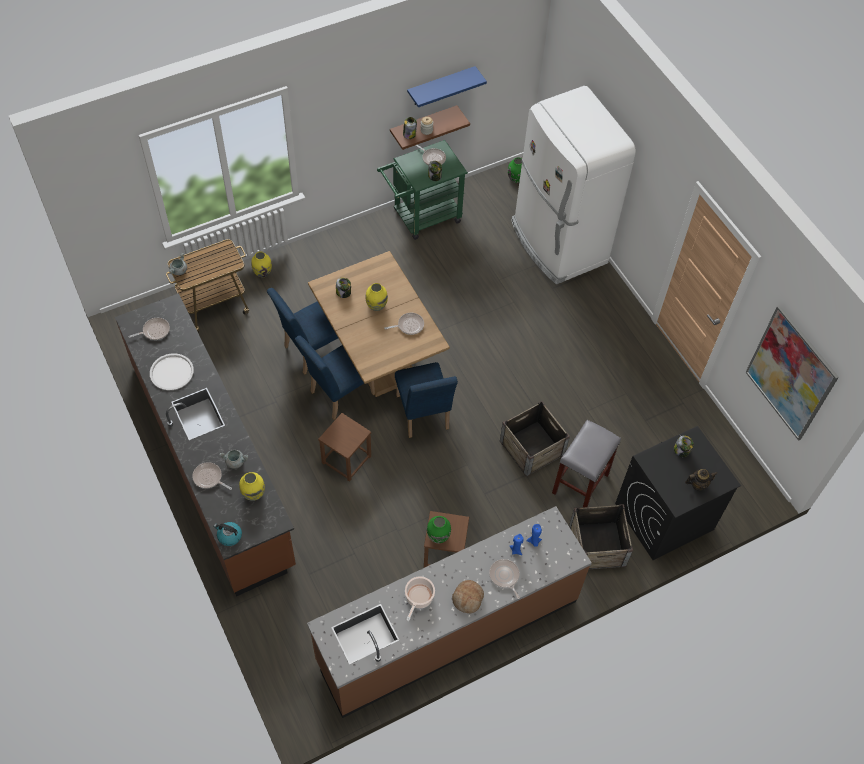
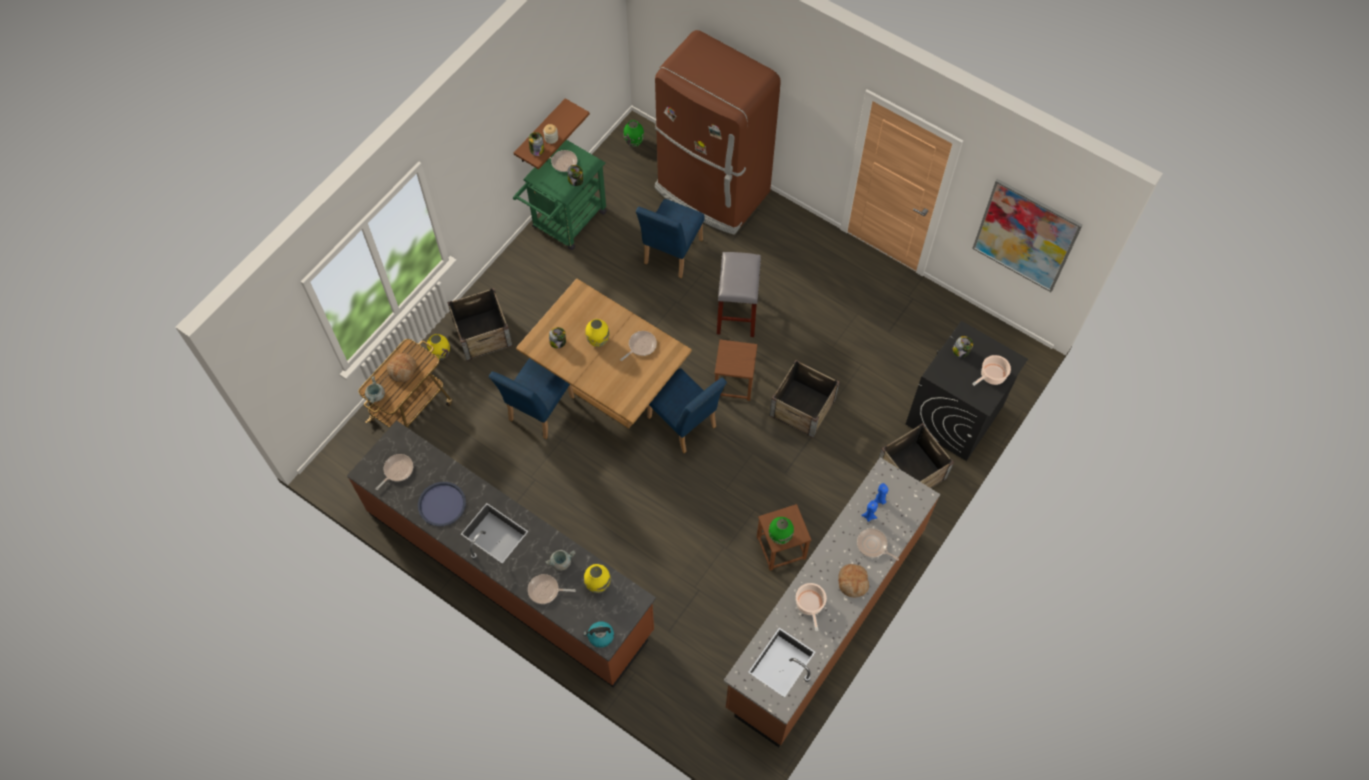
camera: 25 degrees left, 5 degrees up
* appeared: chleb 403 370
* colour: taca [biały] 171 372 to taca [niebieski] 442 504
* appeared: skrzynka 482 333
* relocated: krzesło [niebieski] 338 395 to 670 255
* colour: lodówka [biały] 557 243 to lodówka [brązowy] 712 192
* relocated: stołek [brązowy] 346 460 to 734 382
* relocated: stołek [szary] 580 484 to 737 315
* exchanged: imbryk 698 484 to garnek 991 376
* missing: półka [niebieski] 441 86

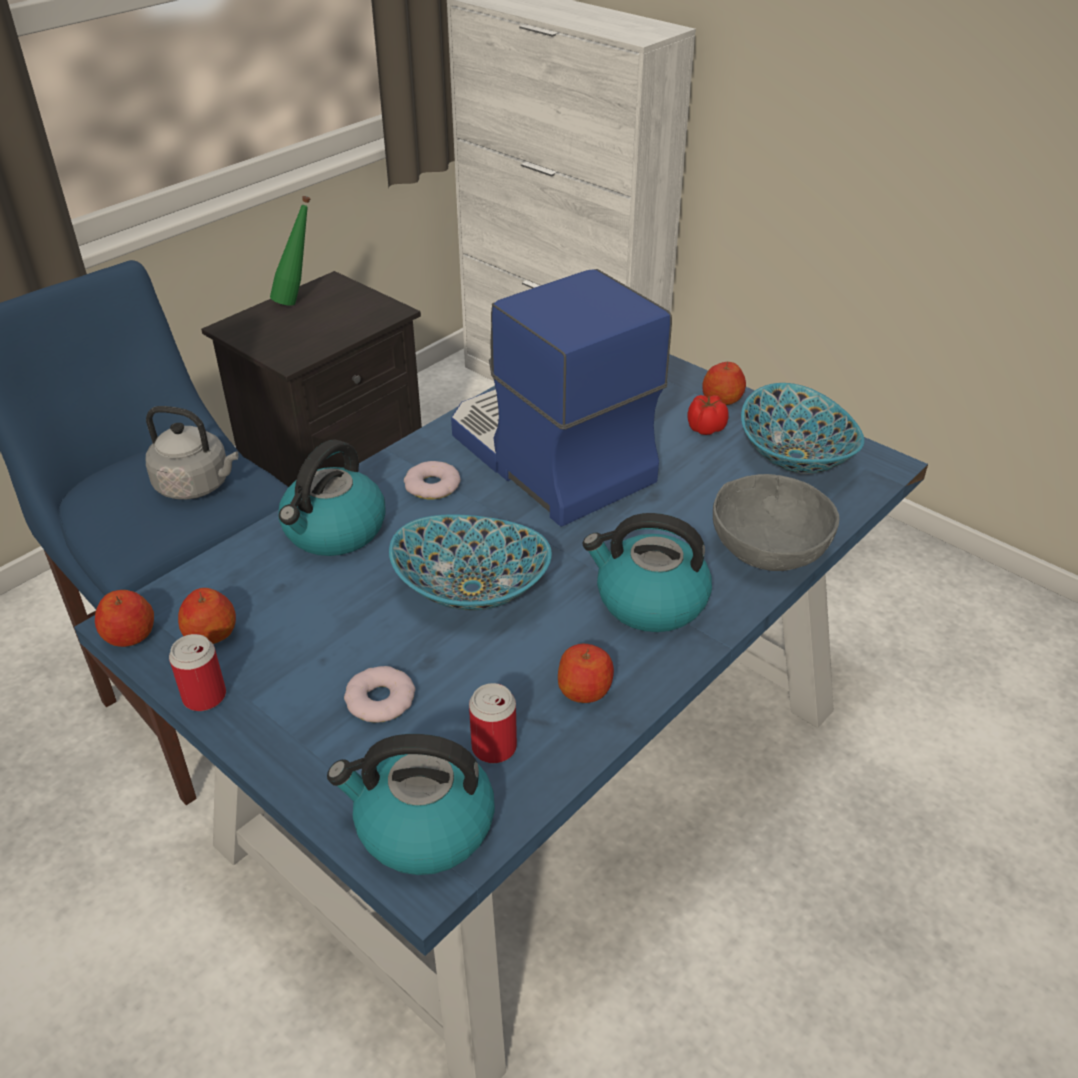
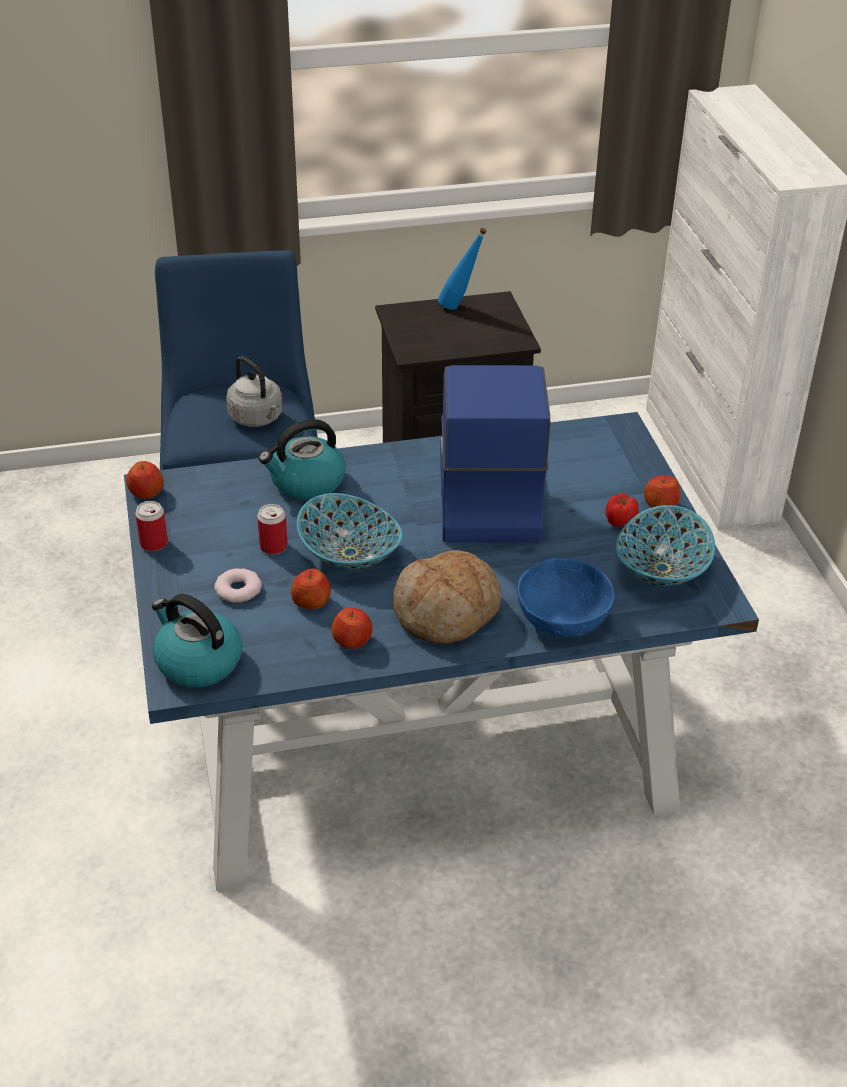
camera: 35 degrees right, 0 degrees up
* relocated: puszka 494 747 to 273 546
* relocated: jabłko 211 633 to 311 601
* exchanged: czajnik 649 601 to chleb 447 612
* colour: butelka [zielony] 298 300 to butelka [niebieski] 460 307
* colour: miska [szary] 768 549 to miska [niebieski] 563 619
* missing: donut 432 486

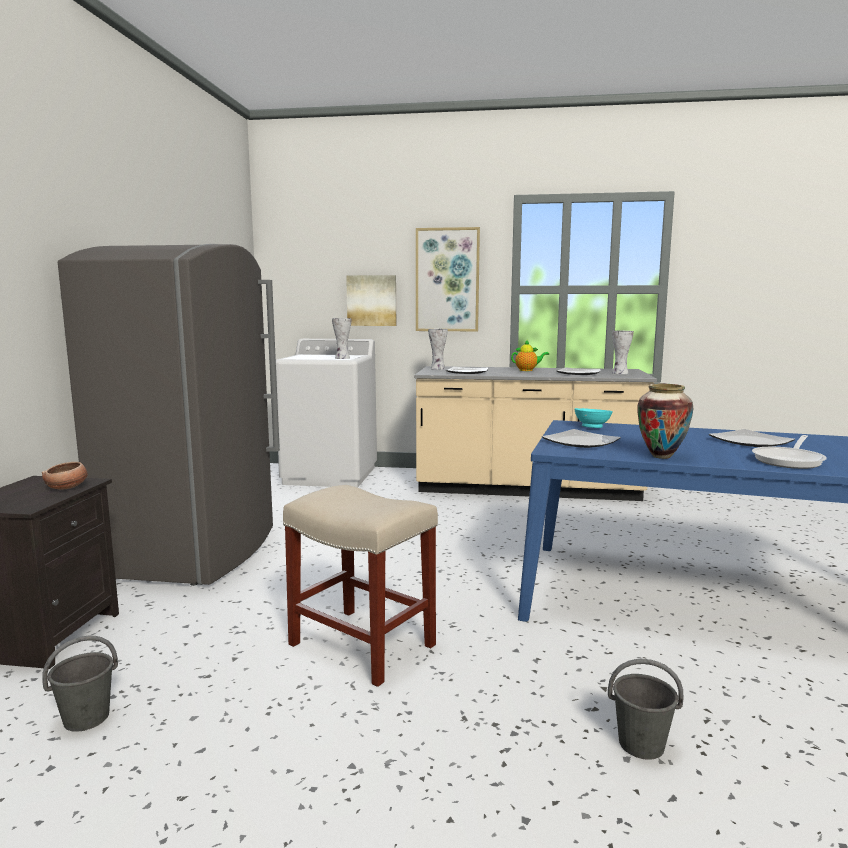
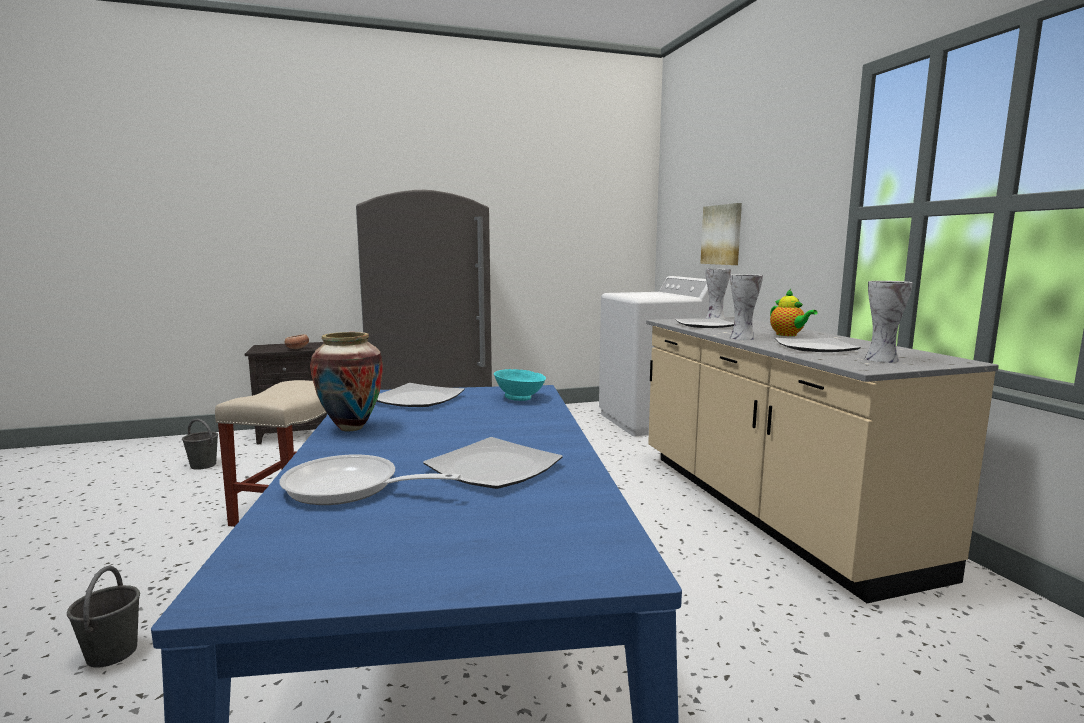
camera: 65 degrees right, 0 degrees up
* relocated: wazon 341 358 to 741 338
* missing: obraz 447 280

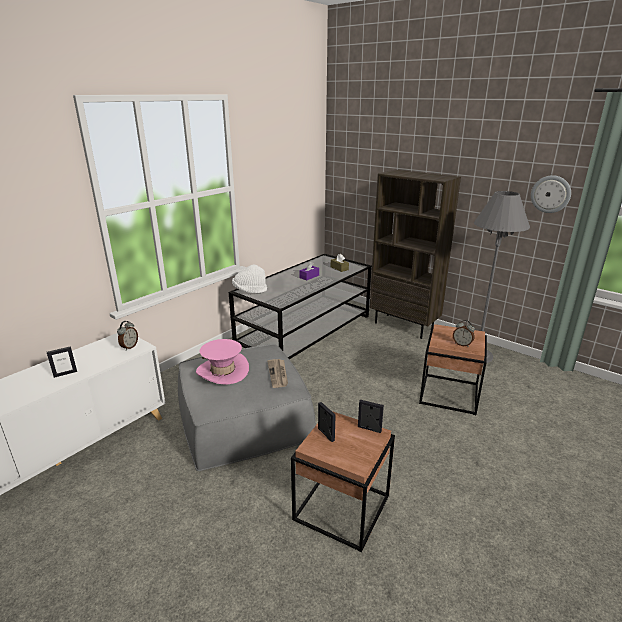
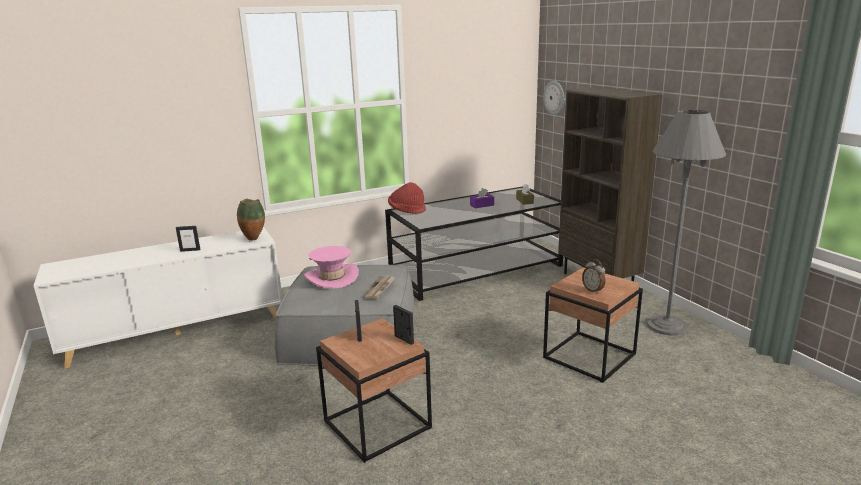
camera: 25 degrees right, 5 degrees down
* exchanged: budzik 129 347 to wazon 254 239
* colour: kapelusz [biały] 249 291 to kapelusz [czerwony] 406 211
* relocated: zegar ścienny 550 194 to 554 97

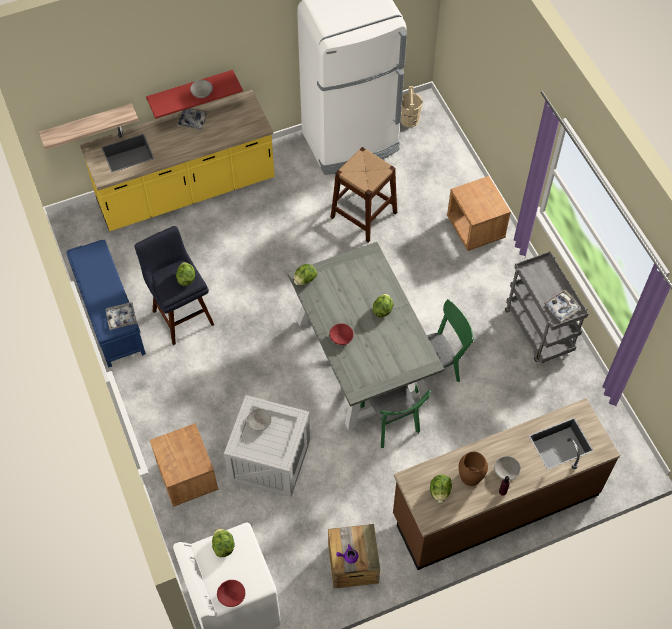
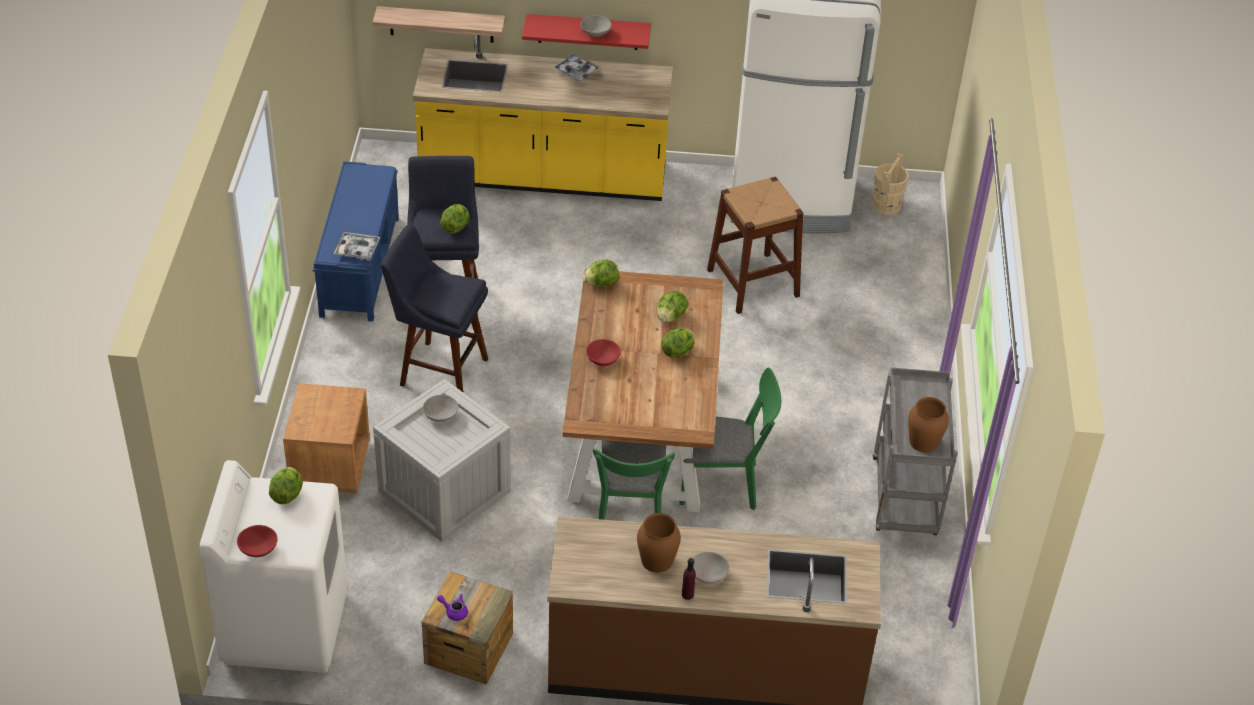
camera: 25 degrees right, 15 degrees down
* appeared: stołek [niebieski] 438 370
* colour: stół jadalny [szary] 361 358 to stół jadalny [brązowy] 640 432
* relocated: sałata 440 492 to 670 317
* exchanged: taca 561 307 to wazon [brązowy] 923 441
* missing: szafka nocna [brązowy] 475 228

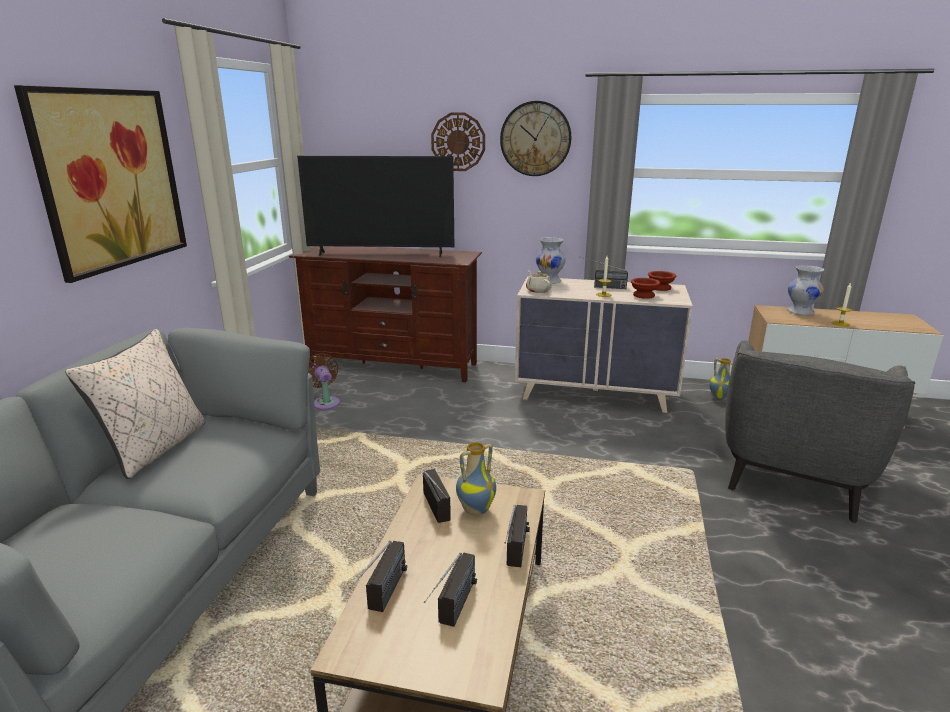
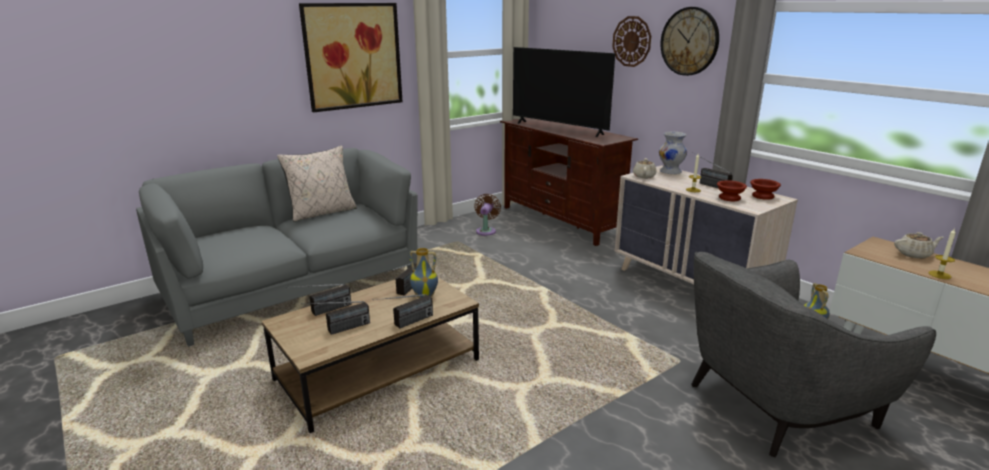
camera: 40 degrees right, 0 degrees up
* exchanged: wazon [biały] 801 312 to imbryk [beżowy] 914 254

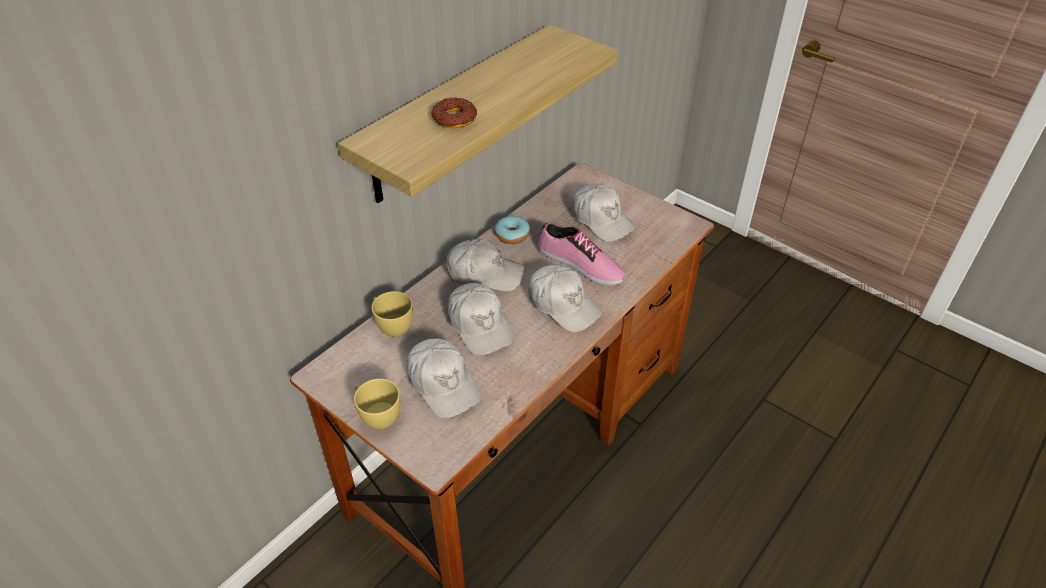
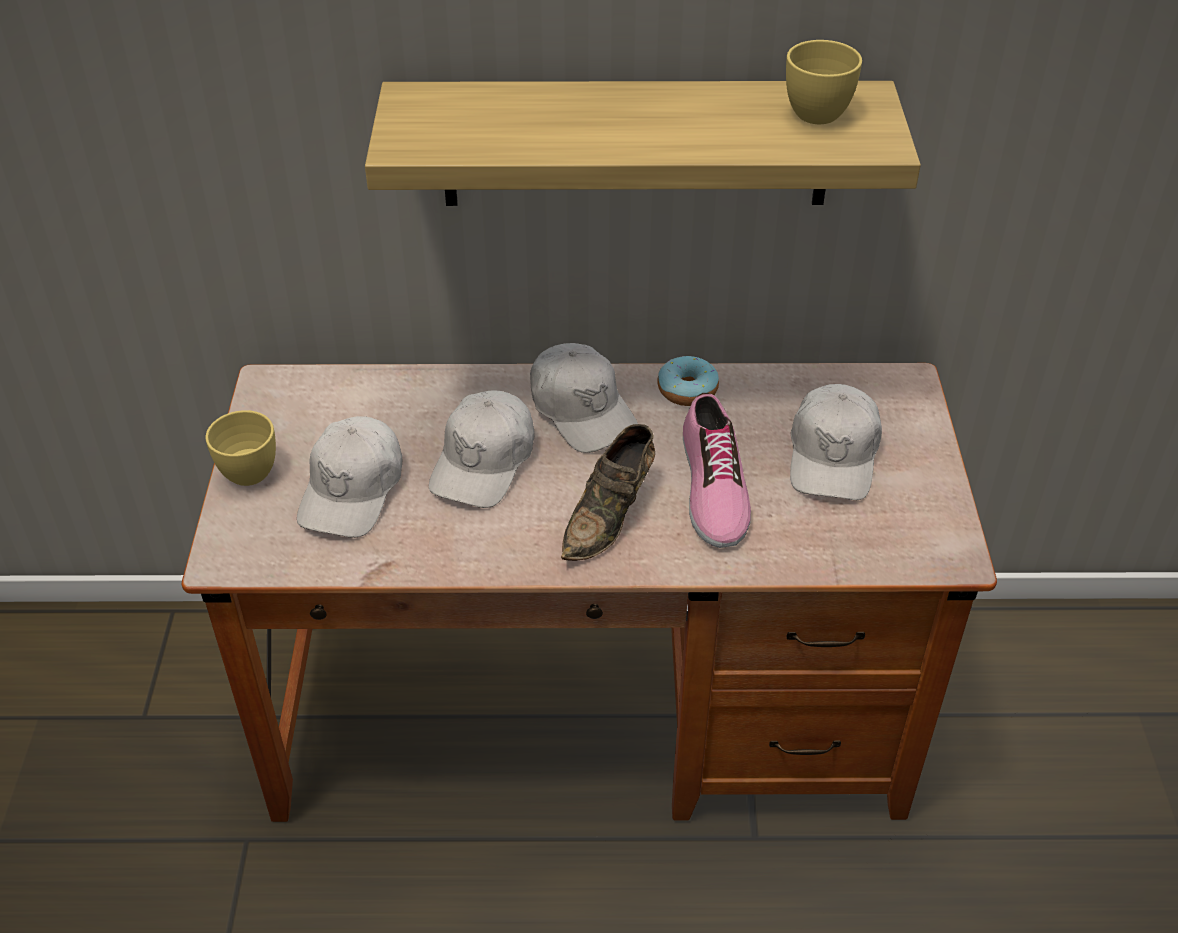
camera: 50 degrees right, 0 degrees up
* exchanged: czapka z daszkiem [biały] 563 305 to but [brązowy] 610 516
* relocated: filiżanka [żółty] 392 326 to 816 109
* missing: donut 454 118

